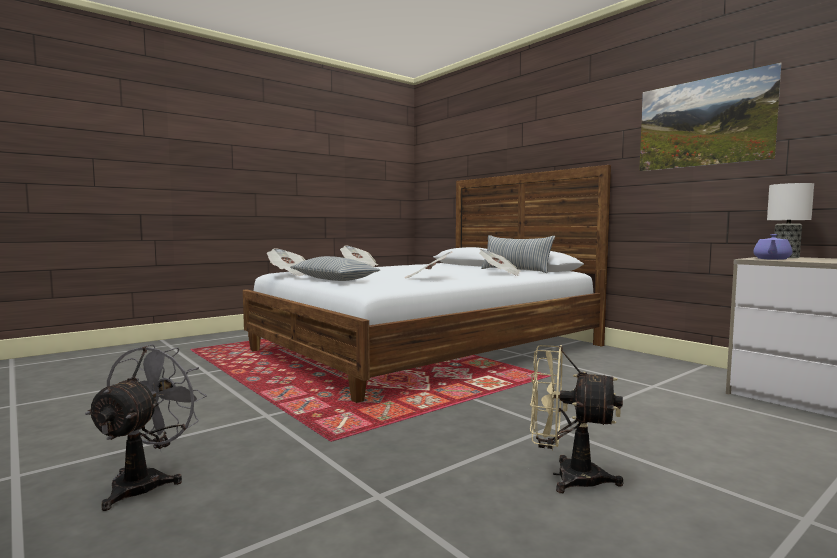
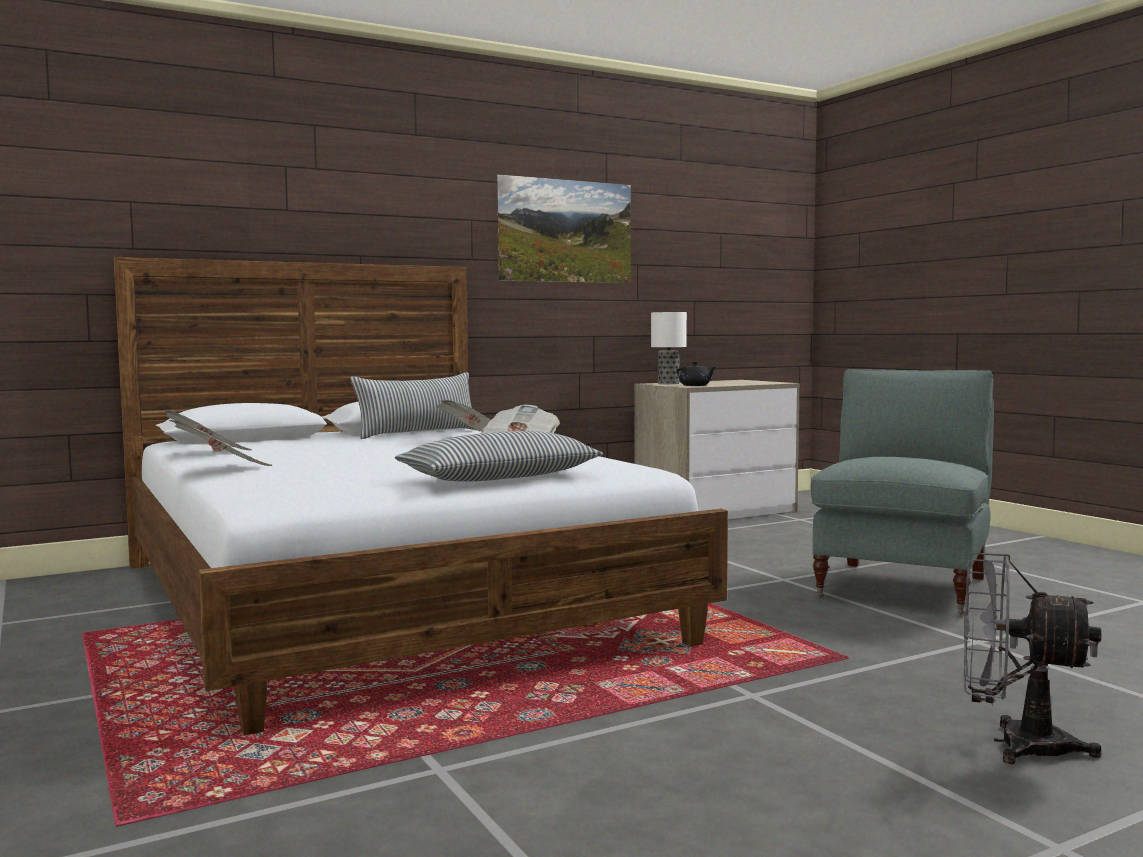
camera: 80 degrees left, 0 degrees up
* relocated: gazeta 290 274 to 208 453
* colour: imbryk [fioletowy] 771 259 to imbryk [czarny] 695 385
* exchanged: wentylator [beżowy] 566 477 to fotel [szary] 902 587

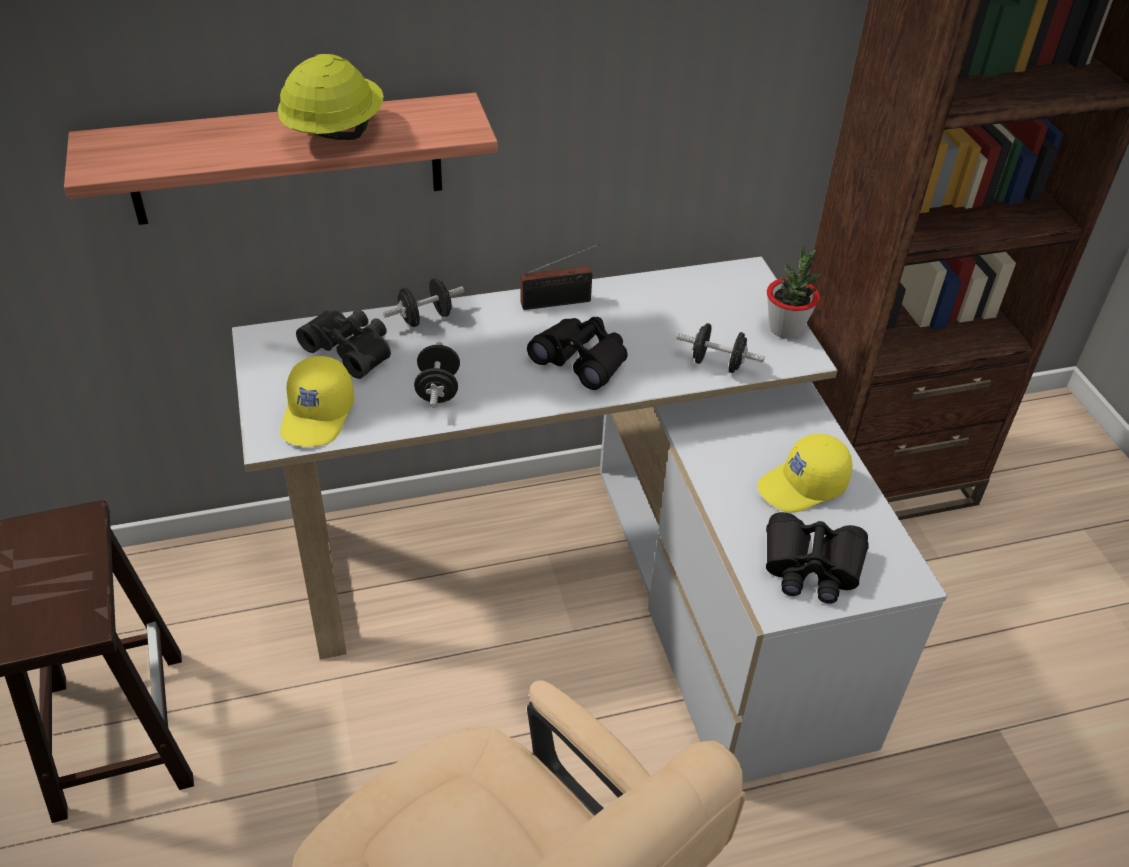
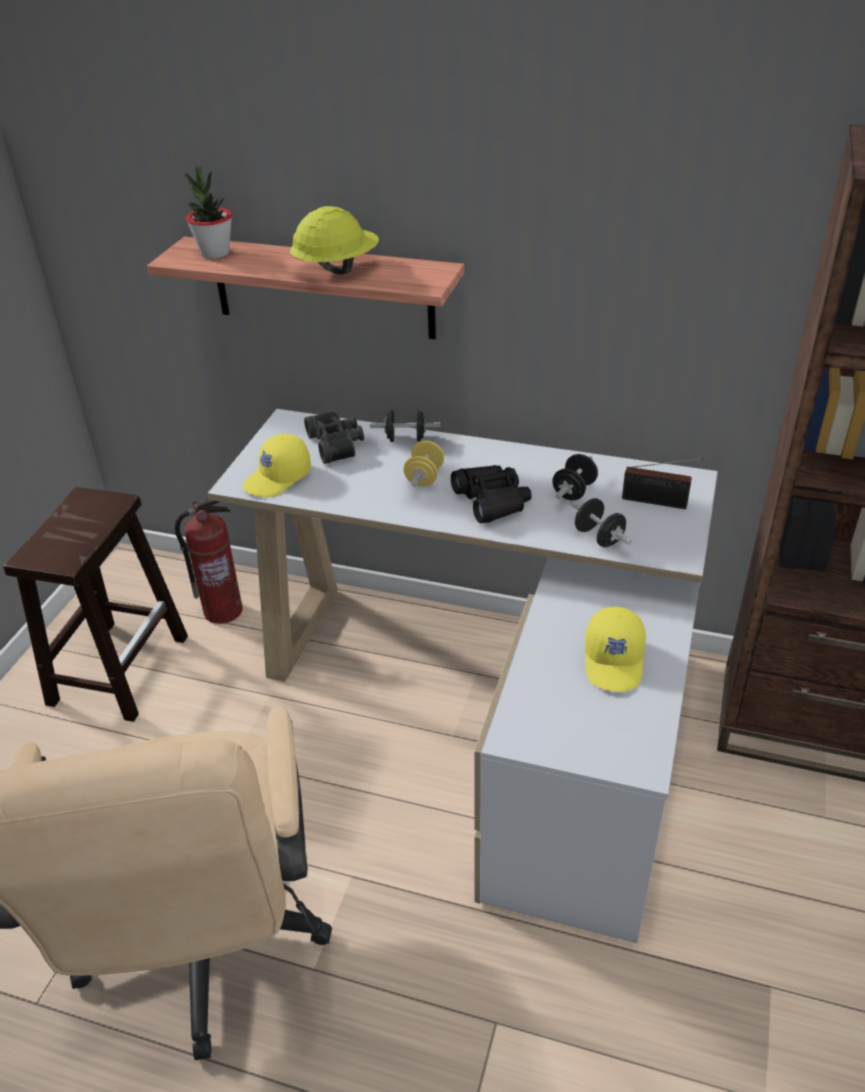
camera: 35 degrees right, 5 degrees down
* appeared: gaśnica 223 610
* relocated: roślina doniczkowa 785 329 to 215 253
* appeared: hantel [żółty] 424 477
* relocated: hantel [czarny] 438 390 to 574 491
* spun: czapka z daszkiem [żółty] 803 486 = 615 661 90 degrees counterclockwise
* relocated: radio 560 302 to 658 502
* missing: lornetka [czarny] 811 567

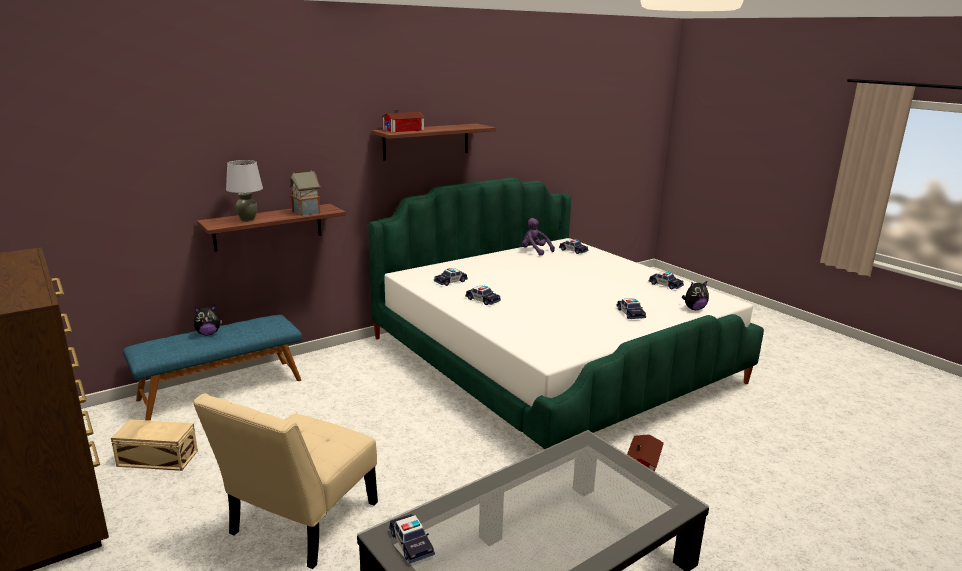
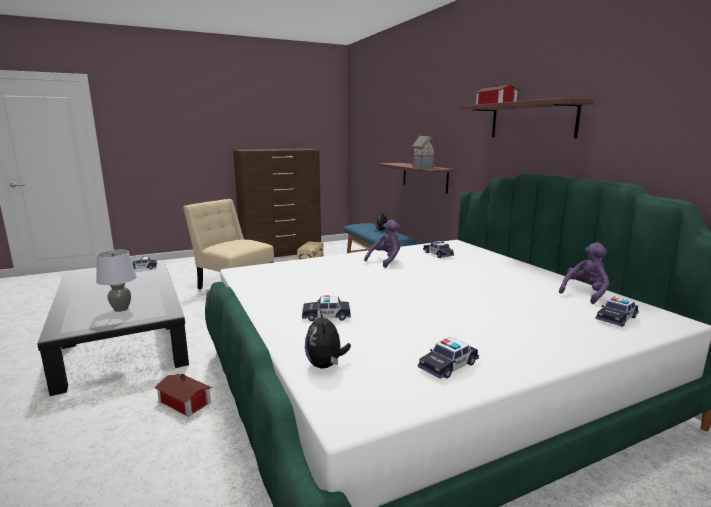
camera: 100 degrees right, 5 degrees down
* relocated: lampa stołowa [szary] 247 220 to 121 309
* exchanged: samochodzik 482 300 to pluszak [fioletowy] 385 261

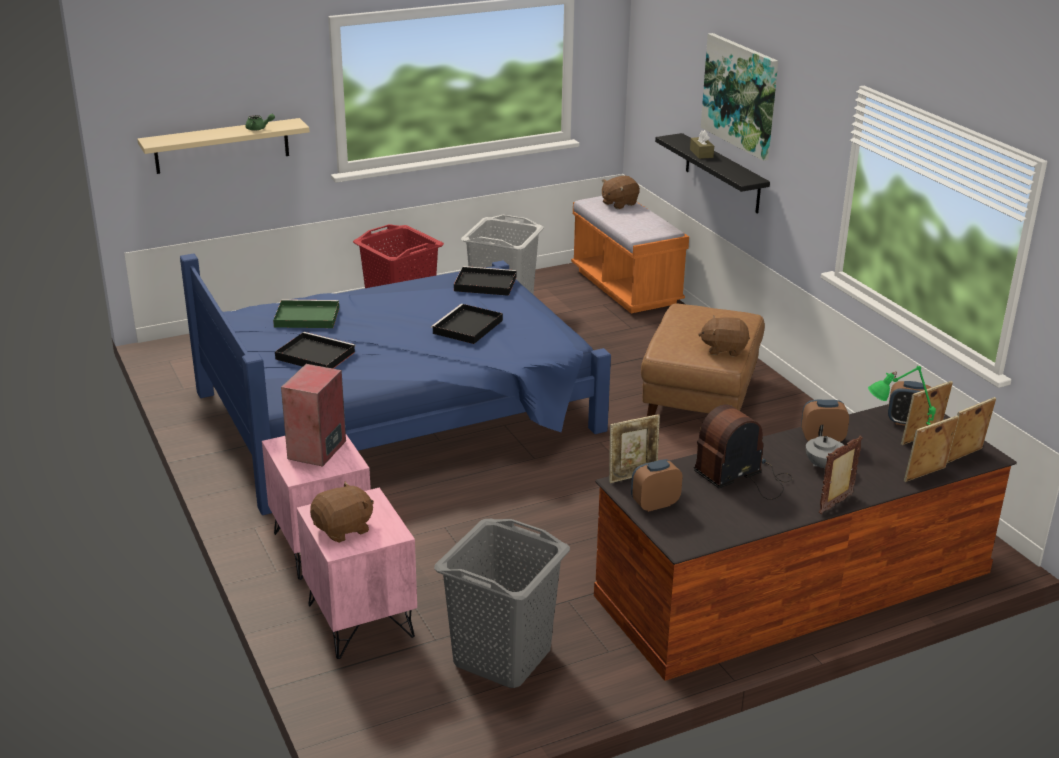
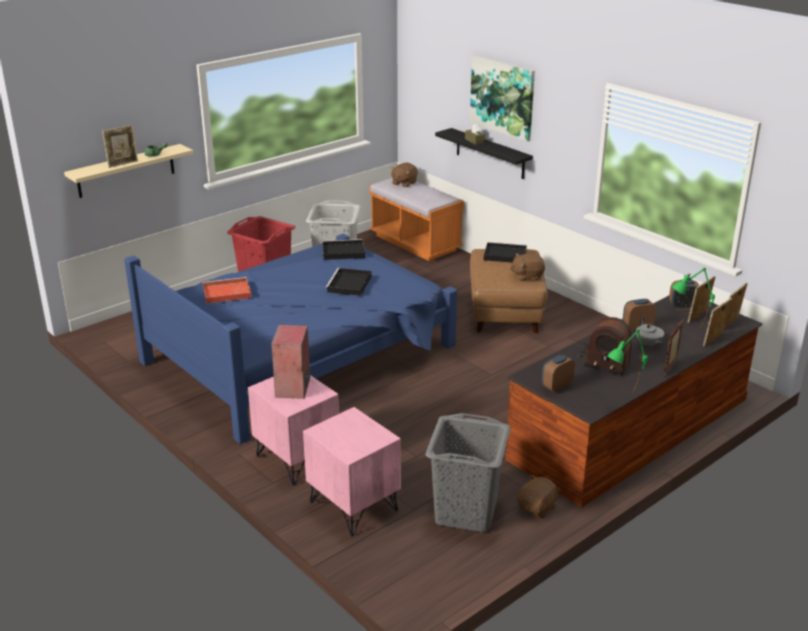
camera: 15 degrees left, 0 degrees up
* relocated: ramka na zdjęcie 632 476 to 123 164
* colour: taca [zielony] 305 317 to taca [czerwony] 226 293
* relocated: taca [czarny] 314 355 to 504 255
* relocated: pluszak [brązowy] 343 529 to 537 508
* spun: radio 744 476 = 603 359 105 degrees counterclockwise
* appeared: lampa stołowa [zielony] 623 401

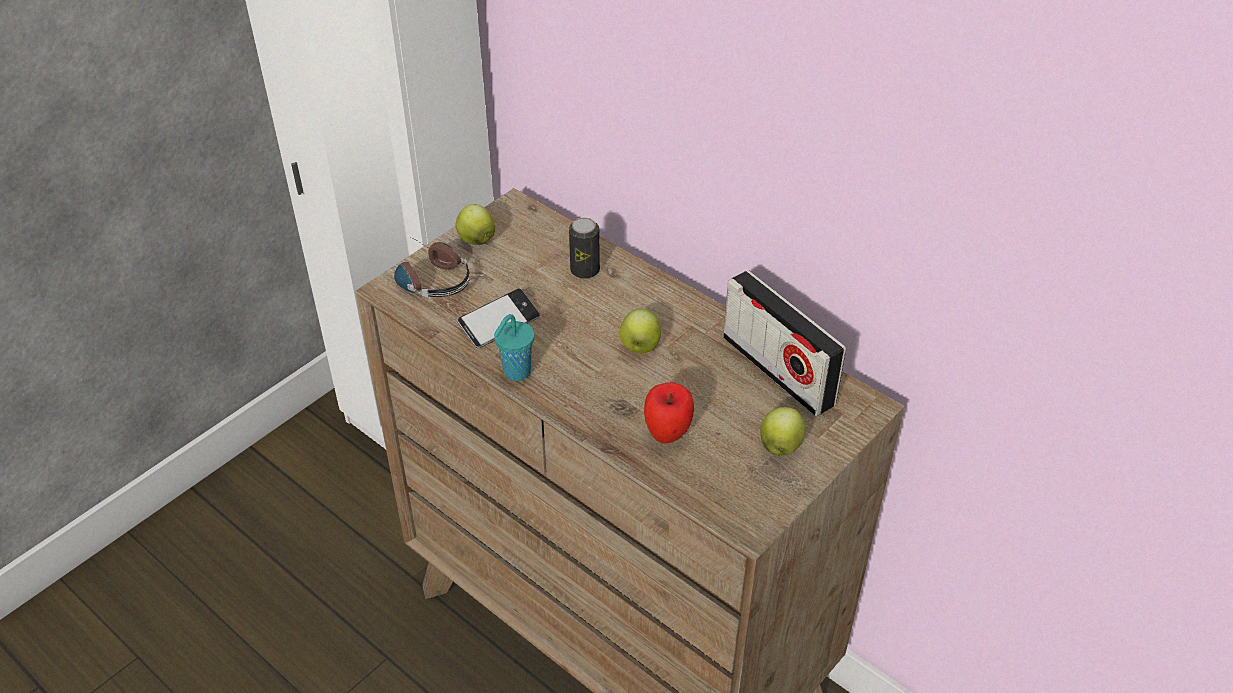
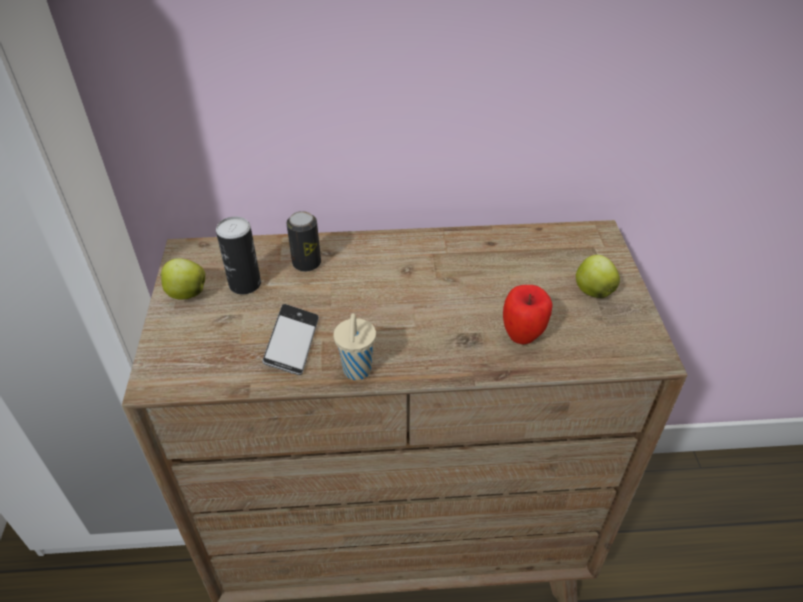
camera: 45 degrees left, 0 degrees up
* appeared: puszka 245 284
* colour: filiżanka [turkusowy] 515 373 to filiżanka [beżowy] 357 371
* missing: słuchawki 428 277
* missing: jabłko 640 347
* missing: radio 778 370

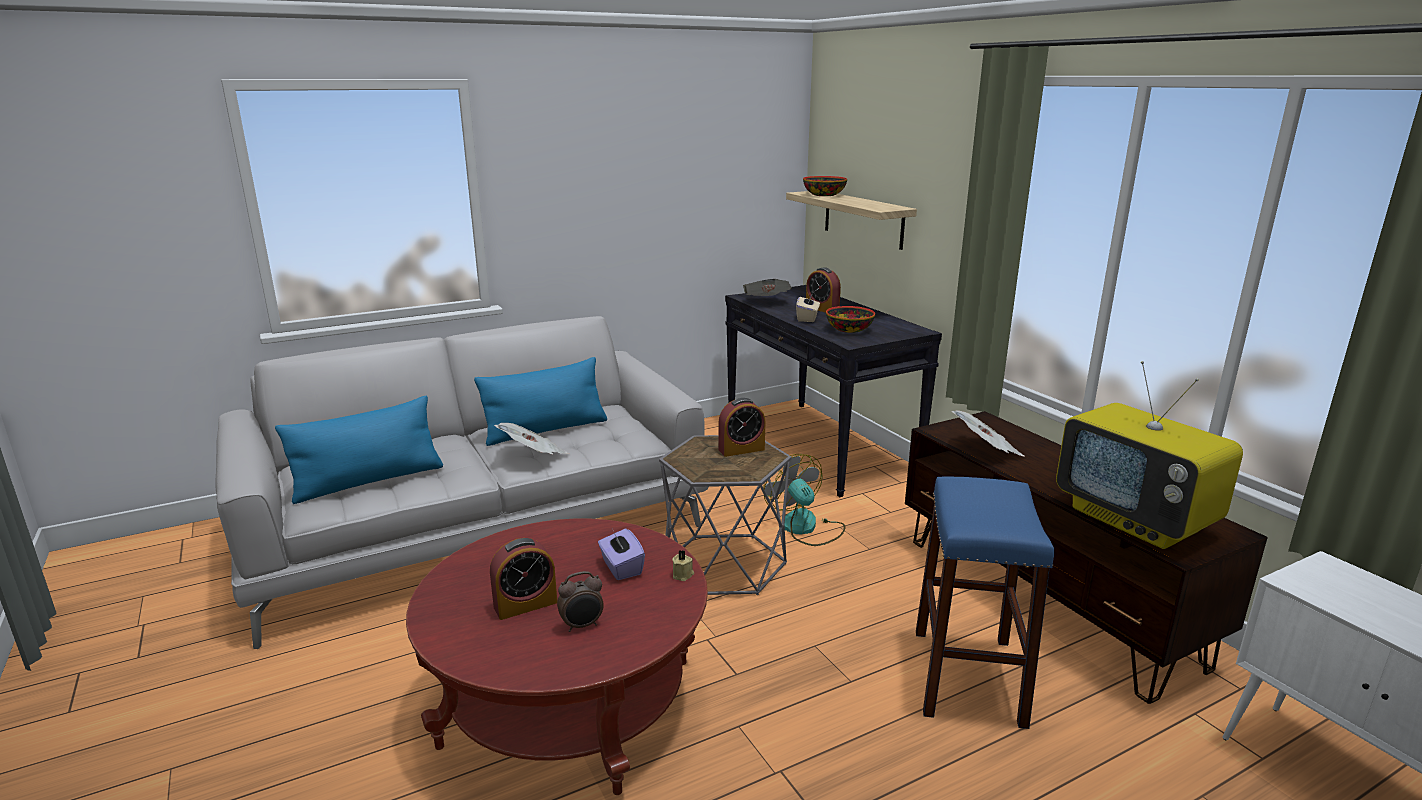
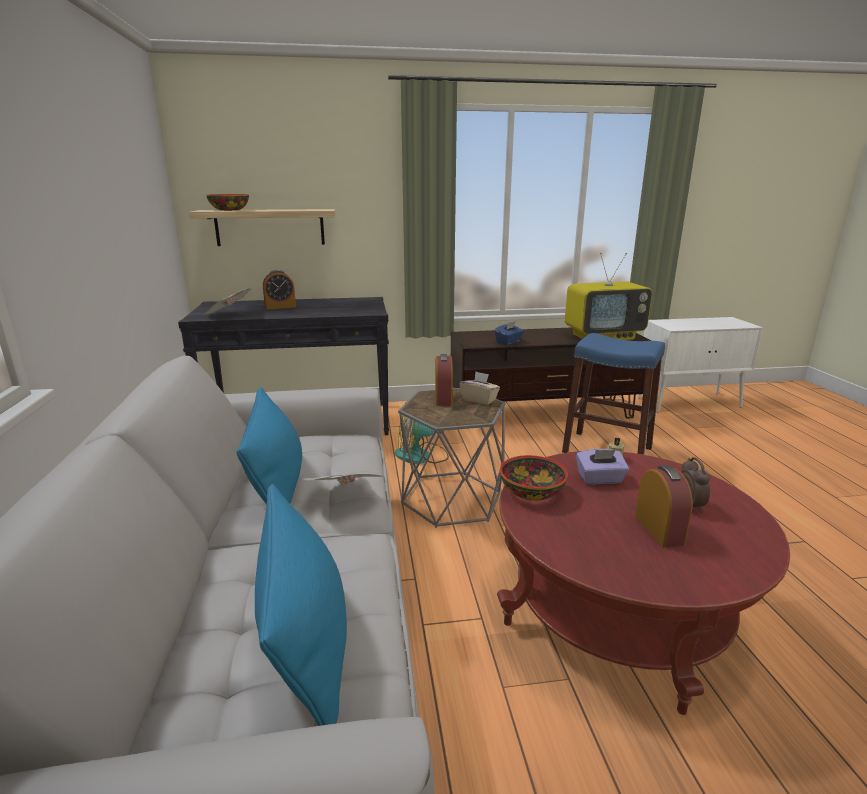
camera: 70 degrees left, 0 degrees up
* relocated: pudełko chusteczek [beżowy] 807 318 to 479 399
* exchanged: gazeta 985 451 to pudełko chusteczek [niebieski] 508 342
* relocated: miska 849 329 to 531 491

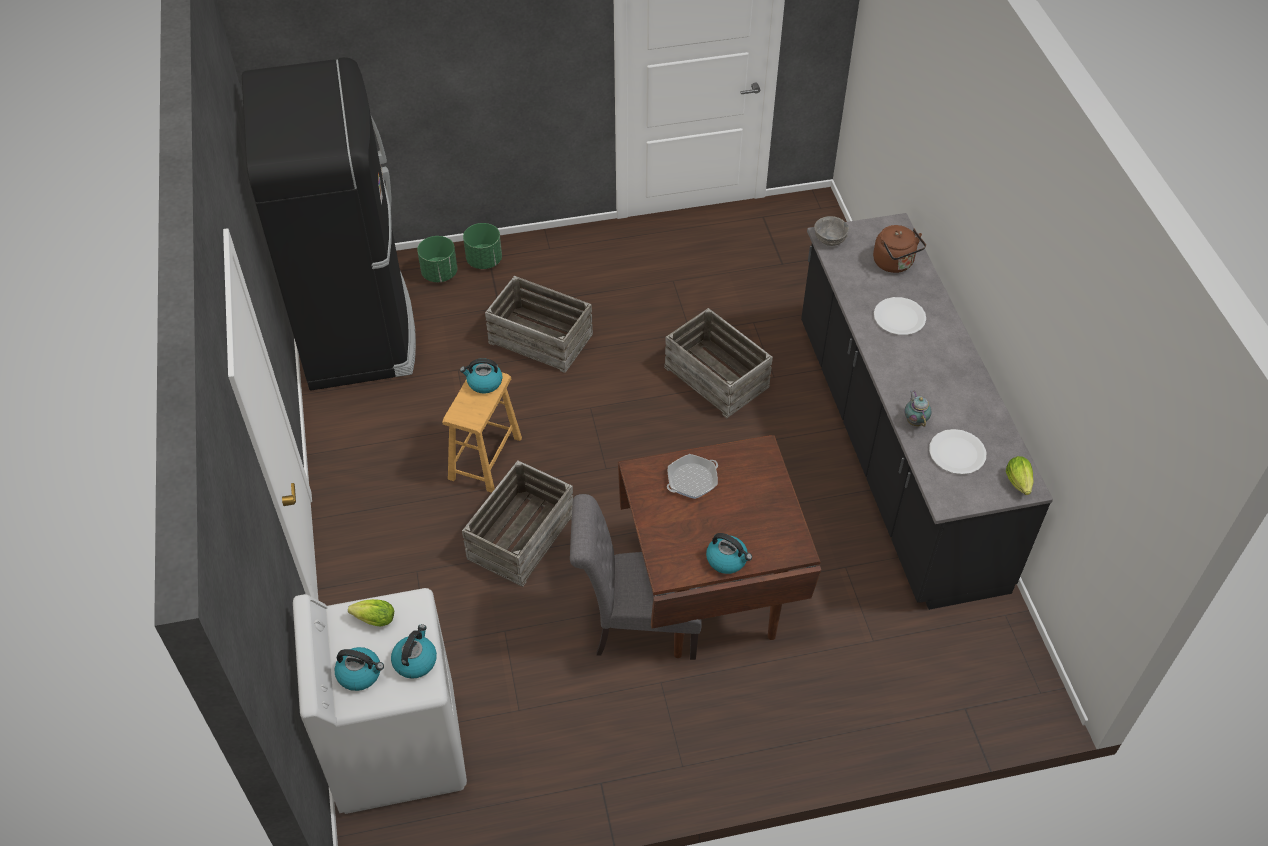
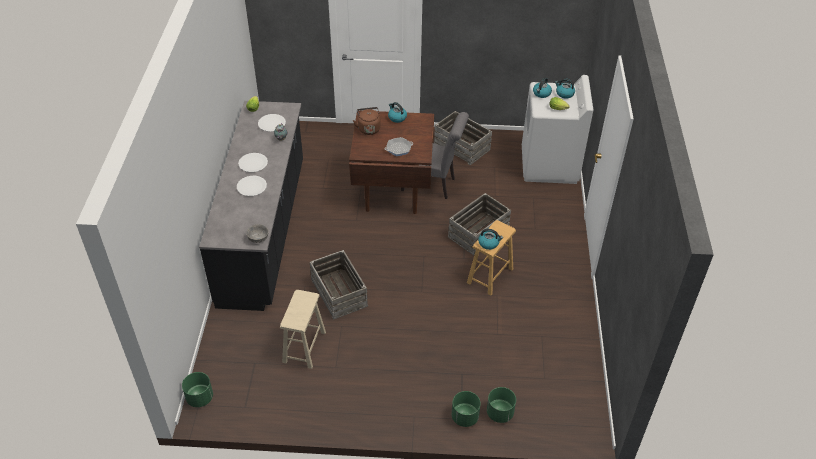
camera: 165 degrees left, 5 degrees down
* appeared: donica [zielony] 200 397
* appeared: talerz [biały] 253 163
* appeared: stołek [beżowy] 304 347
* relocated: czajnik [brązowy] 895 263 to 368 128
* relocated: skrzynka 540 339 to 462 146
* missing: lodówka [czarny] 358 327

